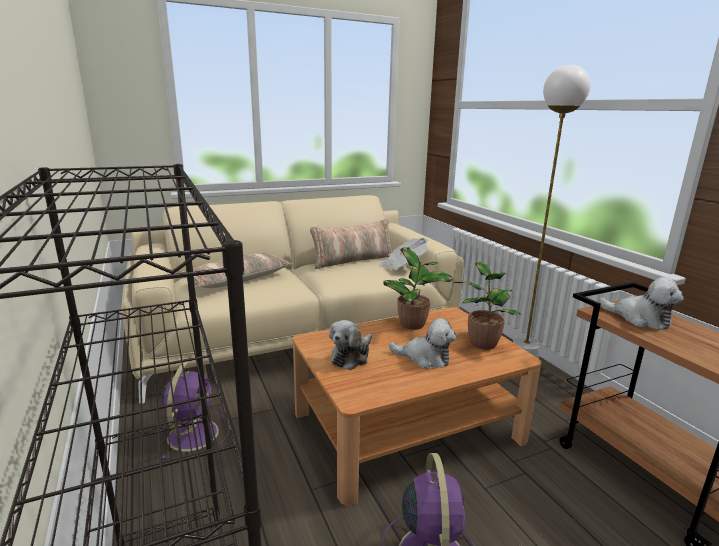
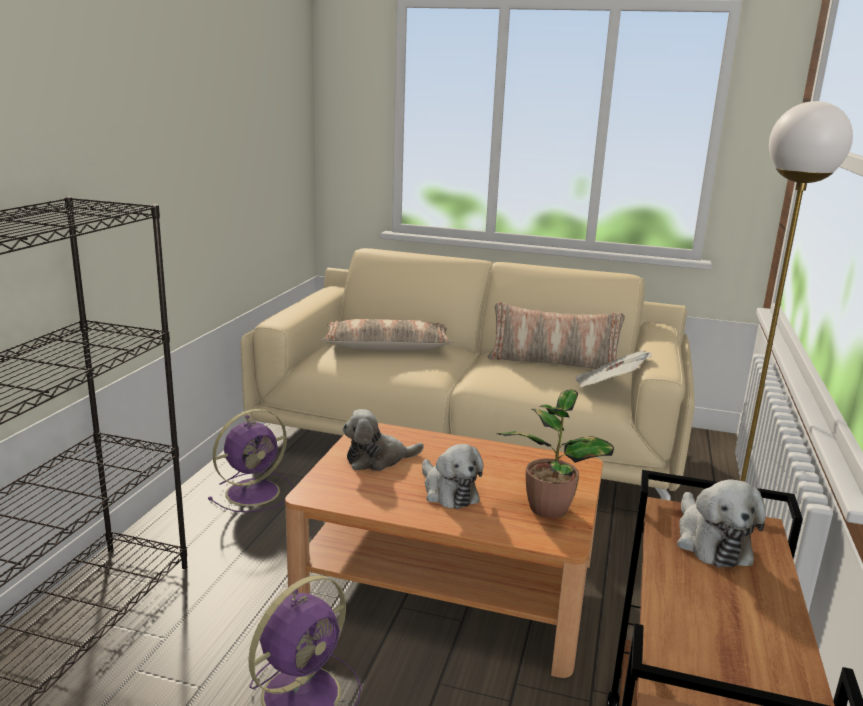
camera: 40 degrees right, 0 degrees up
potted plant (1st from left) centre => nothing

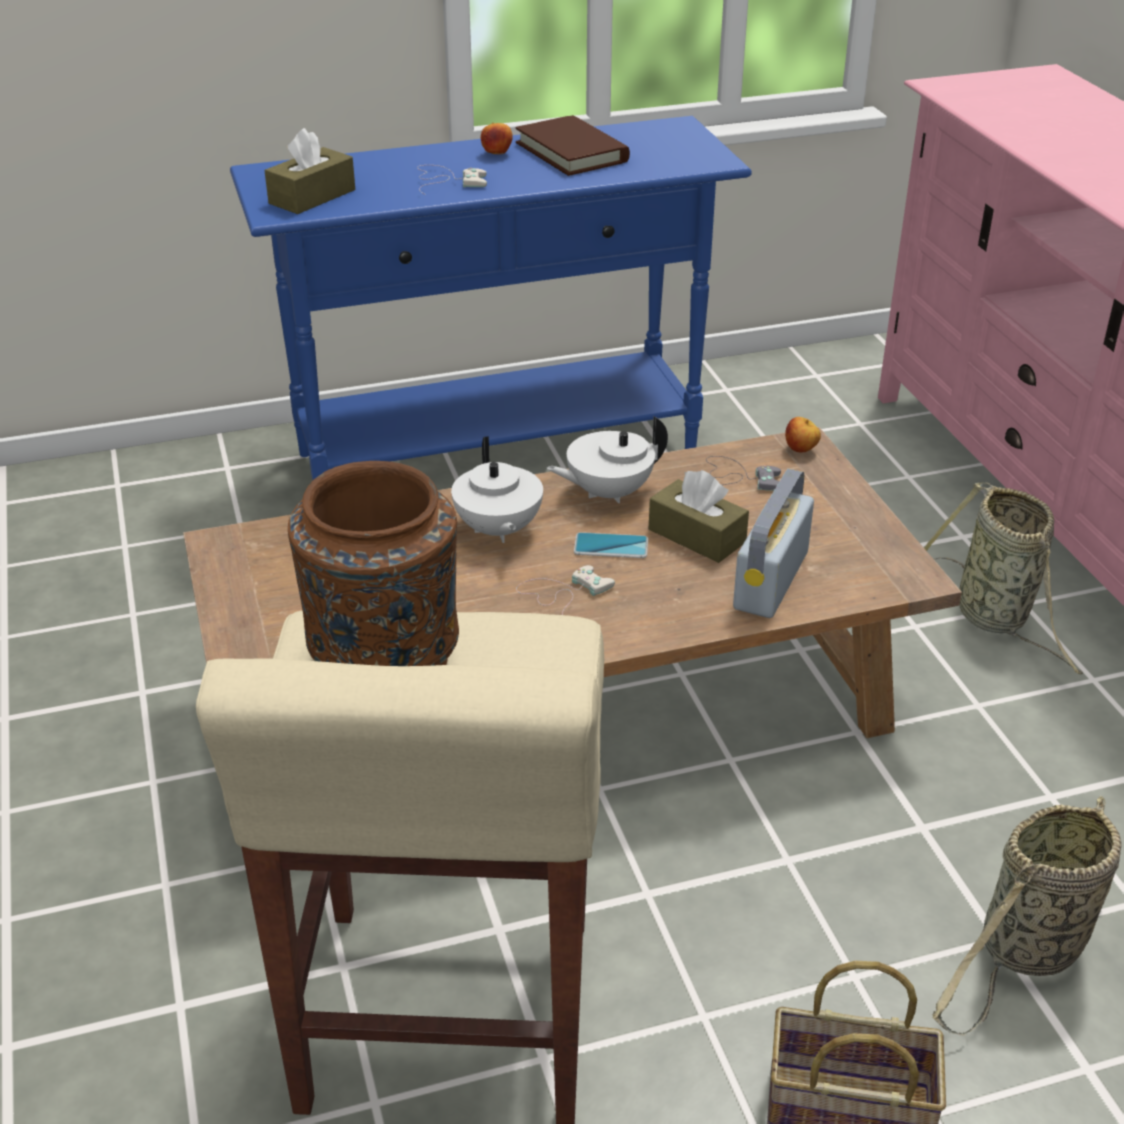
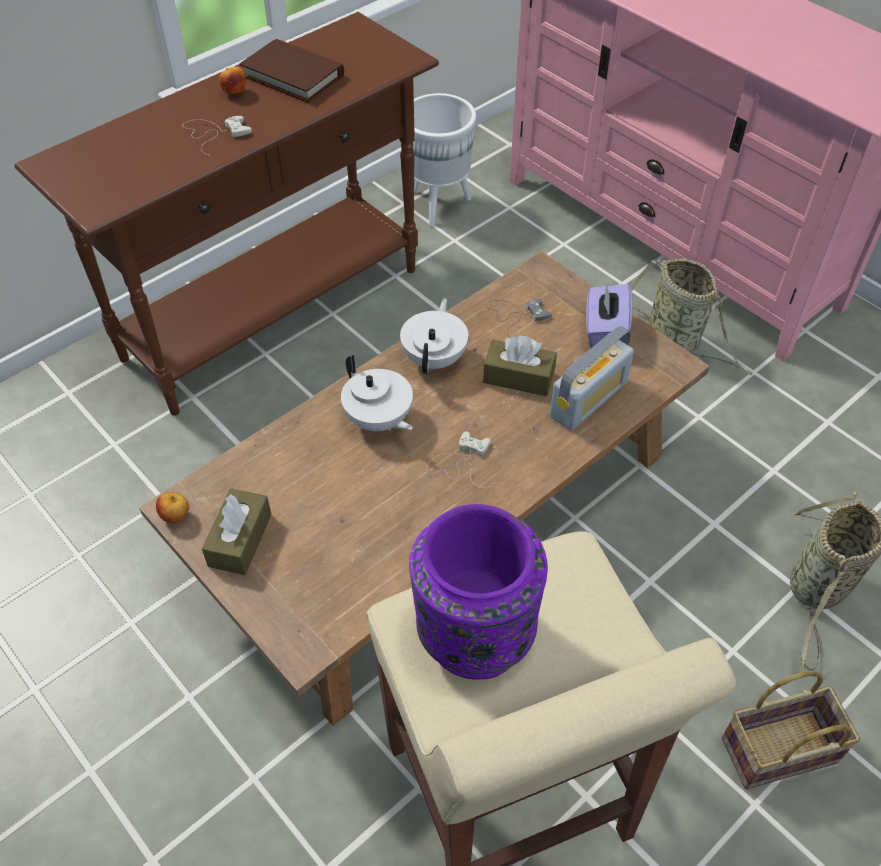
camera: 25 degrees left, 15 degrees up
blue-coloured console table top centre => brownish console table top left
brownish tissue holder (1st from left) top left => brownish tissue holder (1st from left) middle left, move
brownish vase middle left => purple vase bottom centre
white-coloured teapot (2nd from left) centre, 150 degrees clockwise
handset centre => nothing
radio receiver middle right, 135 degrees counterclockwise
apple fruit (2nd from left in the first image) middle right => apple fruit (1st from left) middle left, move
nothing => white-coloured planter top centre
nothing => purple tissue holder middle right

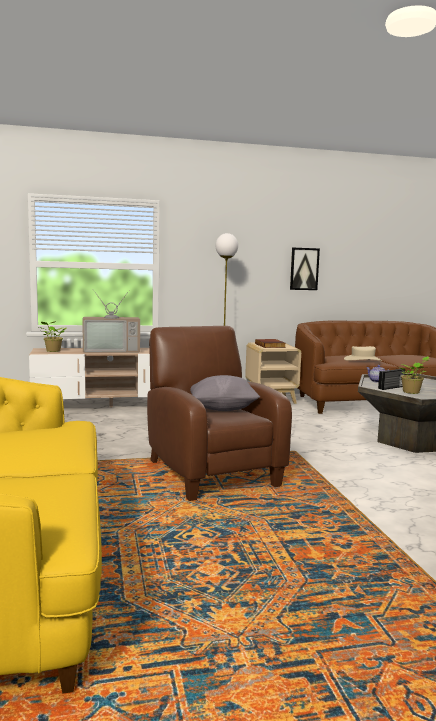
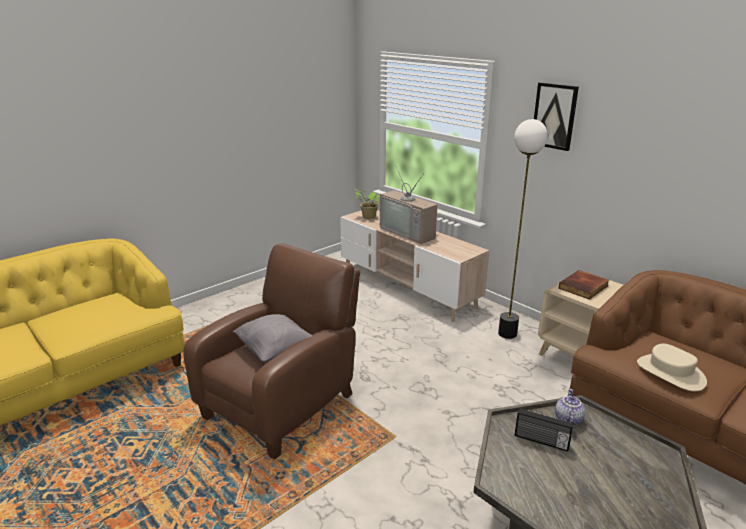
camera: 60 degrees right, 15 degrees up
wall picture middle right => wall picture top right, move
potted plant (2nd from left) middle right => nothing

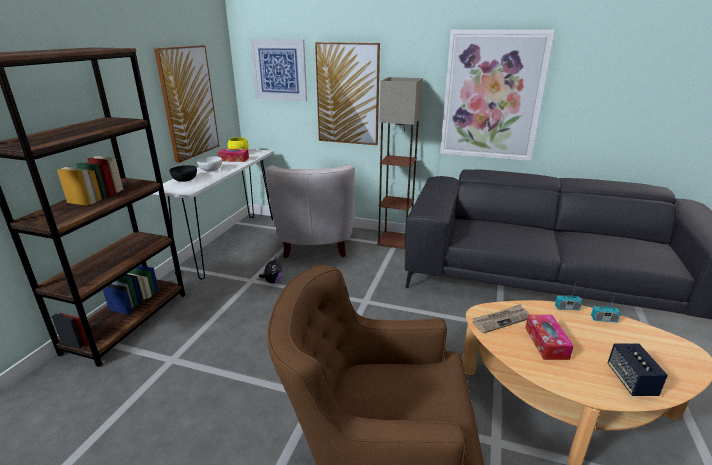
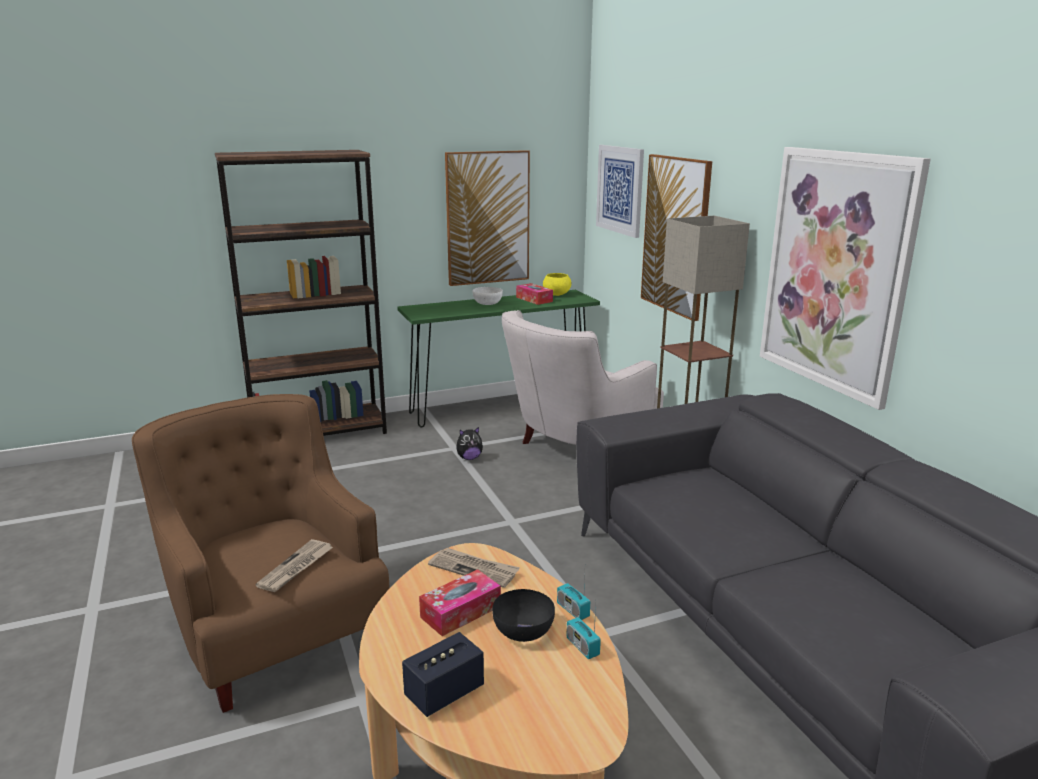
camera: 50 degrees right, 5 degrees down
white-coloured console table middle left => green-coloured console table centre
blackish deep dish middle left => blackish deep dish bottom centre, move
nothing => daily paper (1st from left) bottom left

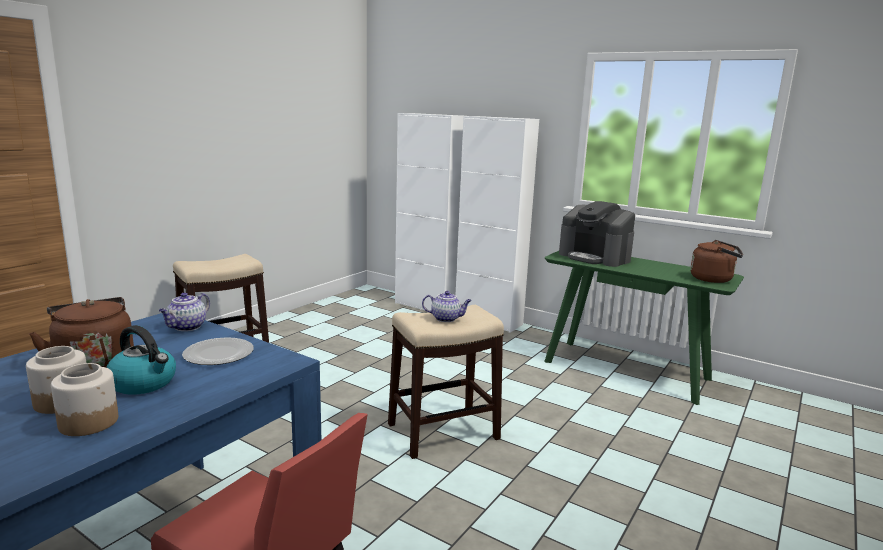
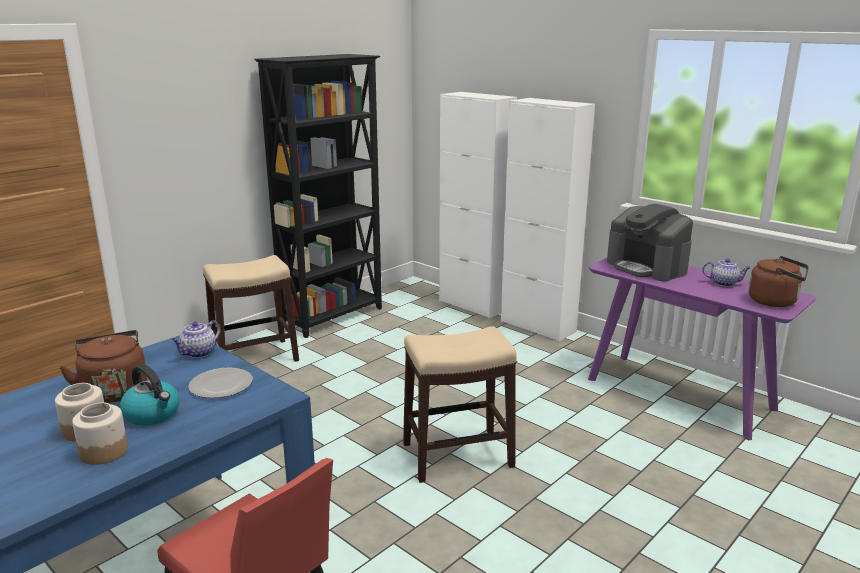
camera: 10 degrees right, 5 degrees up
teapot (2nd from left) centre => teapot (2nd from left) middle right, move
green-coloured console table middle right => purple console table middle right
nothing => blackish shelving unit centre

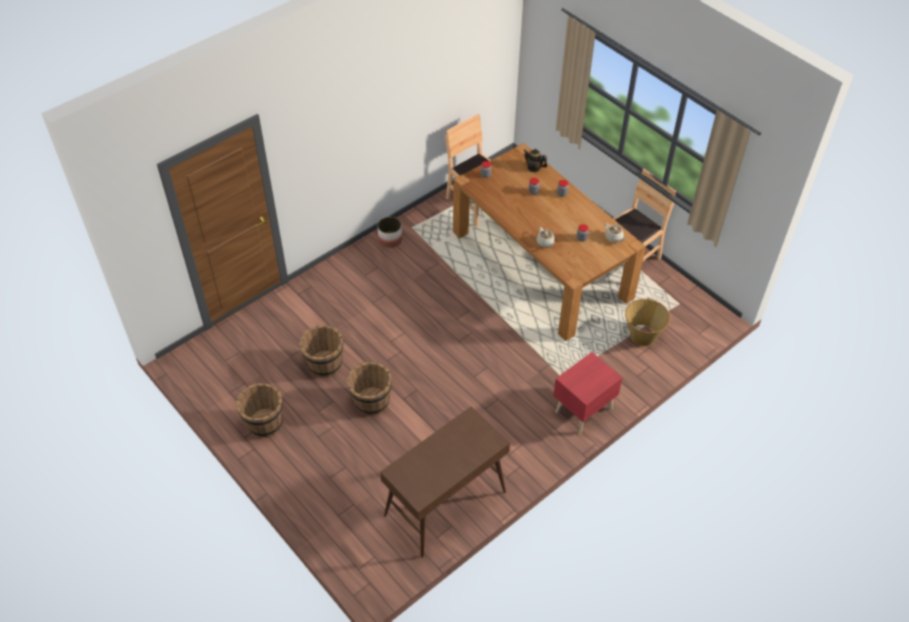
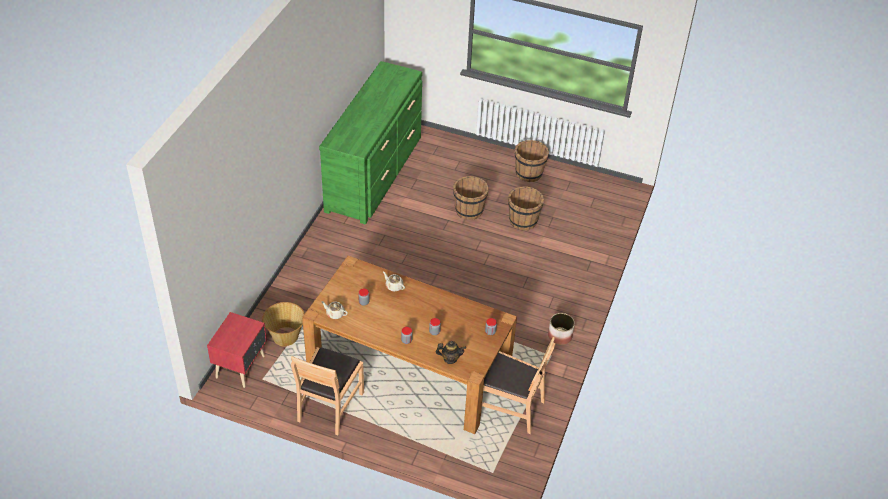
camera: 150 degrees right, 5 degrees down
brownish console table bottom centre => green-coloured chest of drawers top centre
red night table centre => red night table bottom left, move

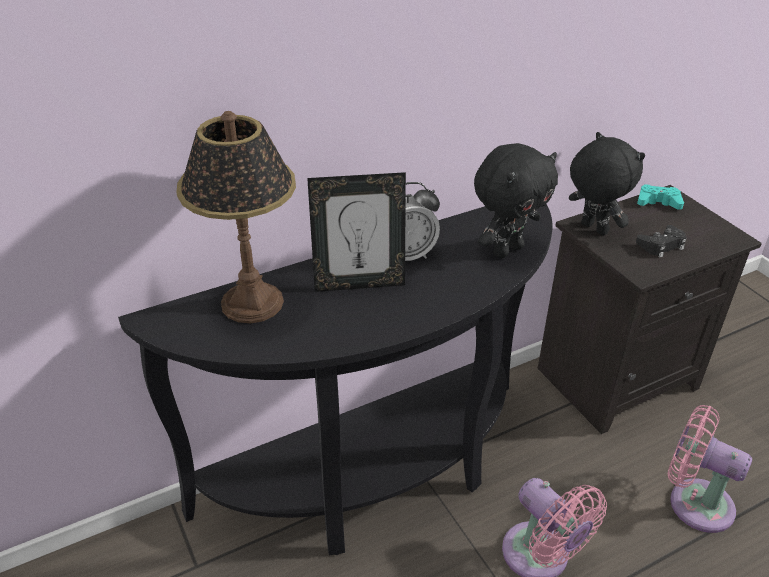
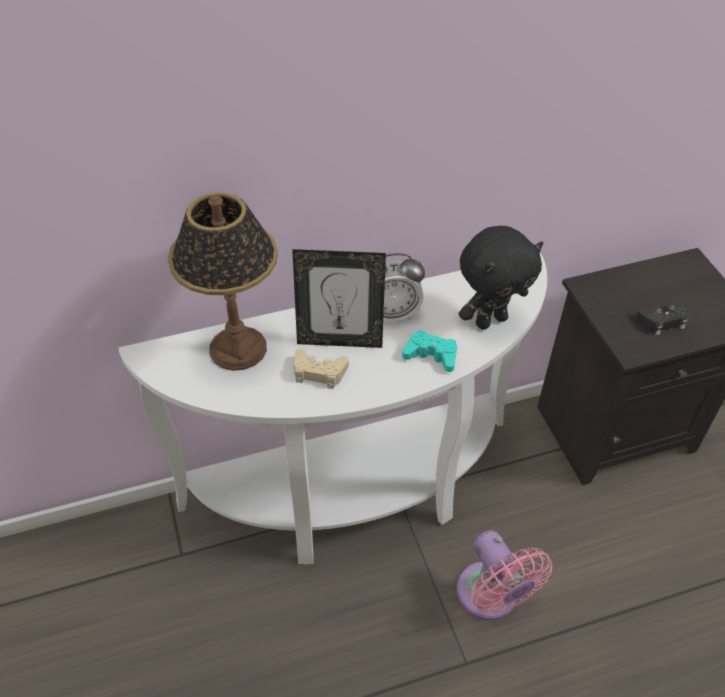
camera: 10 degrees right, 10 degrees up
blackish console table centre => white-coloured console table centre
blackish soft toy (2nd from left) top right => nothing
turquoise gamepad middle right => turquoise gamepad centre, move
pink-coloured cooling fan (2nd from left) bottom right => nothing
nothing => sand-coloured gamepad centre

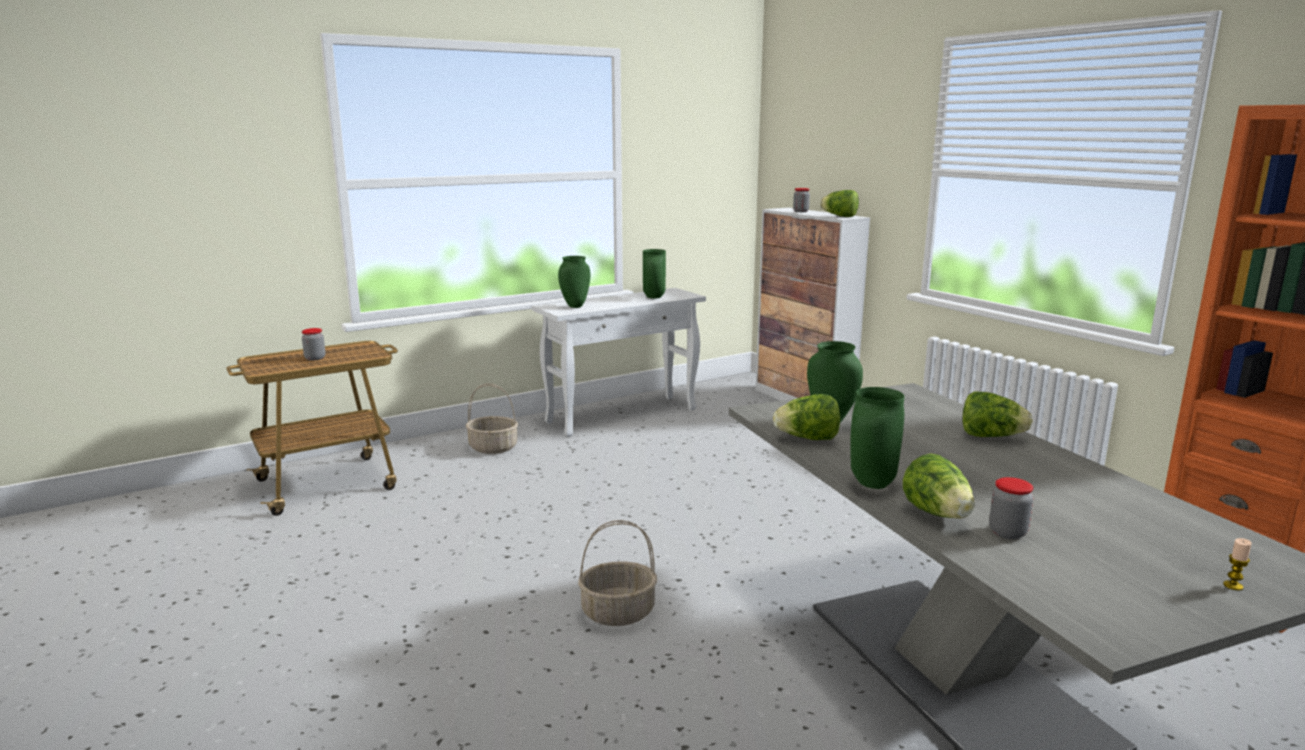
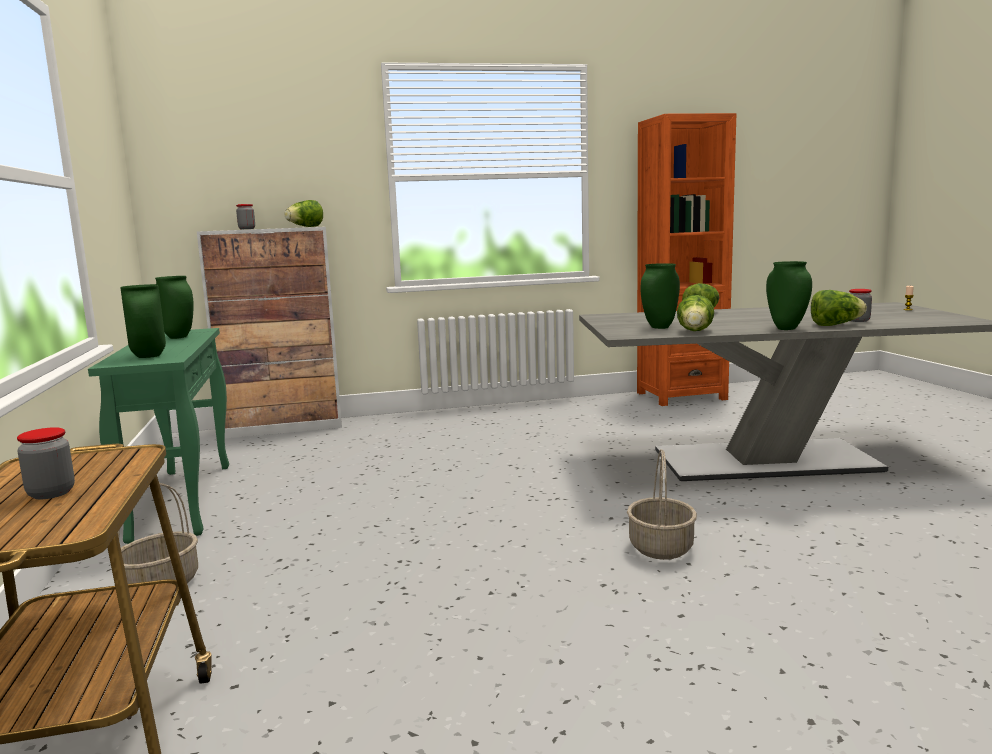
camera: 70 degrees left, 5 degrees down
white-coloured console table centre => green-coloured console table middle left

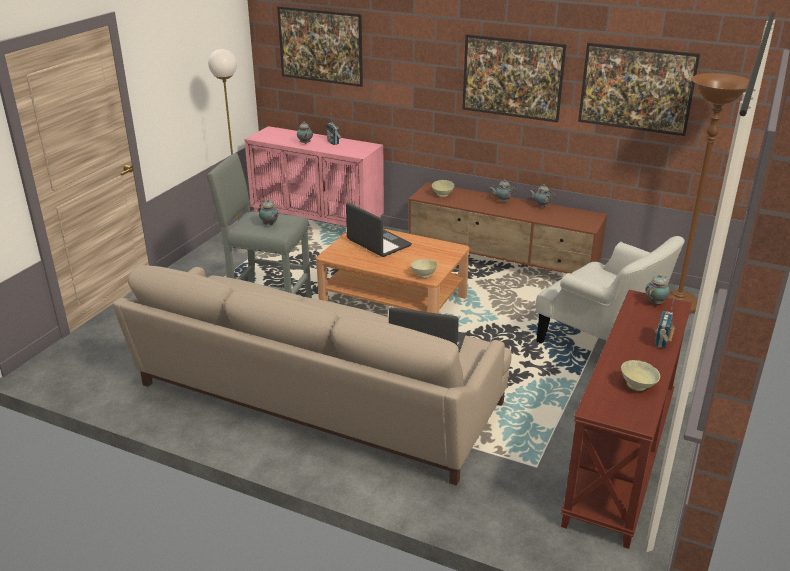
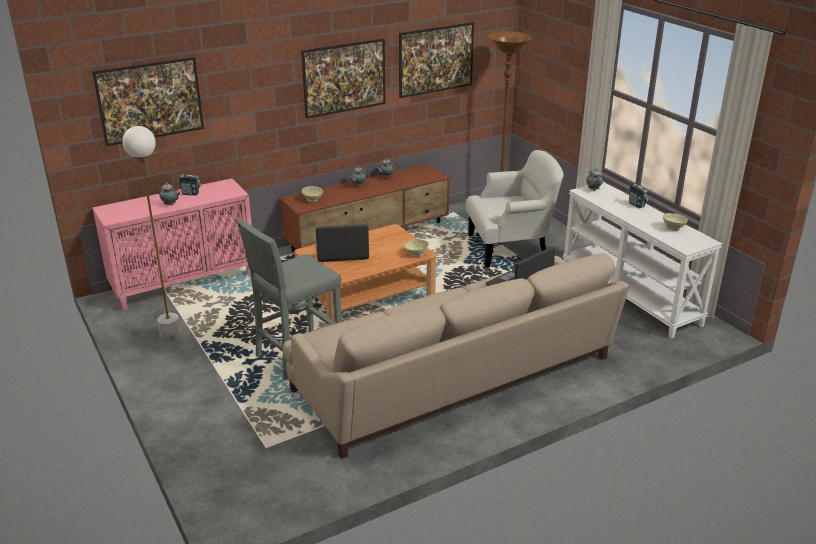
camera: 55 degrees left, 0 degrees up
teapot (1st from left) centre => nothing
brownish console table bottom right => white-coloured console table middle right

